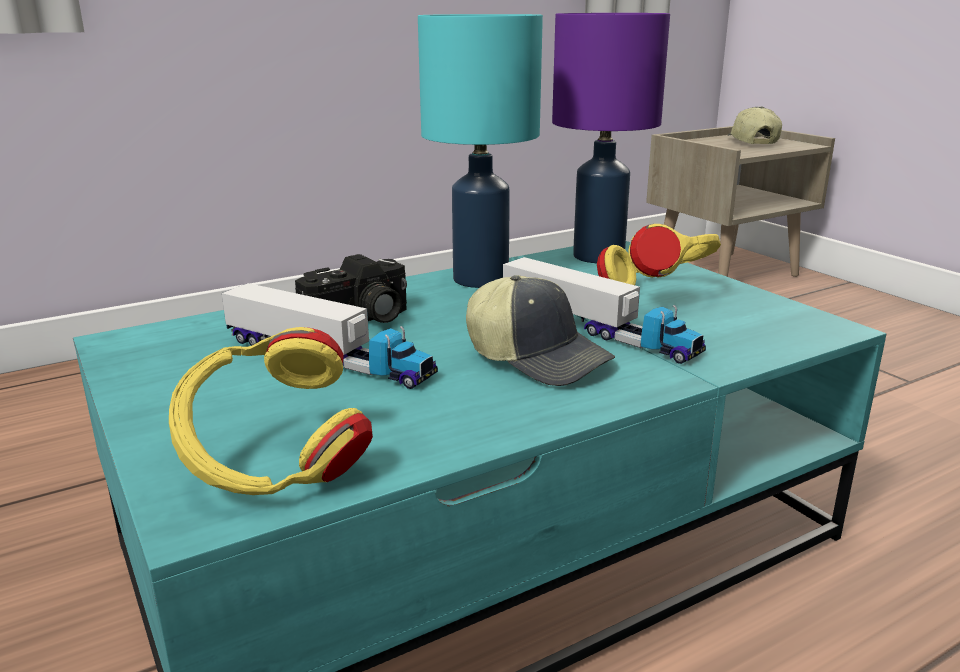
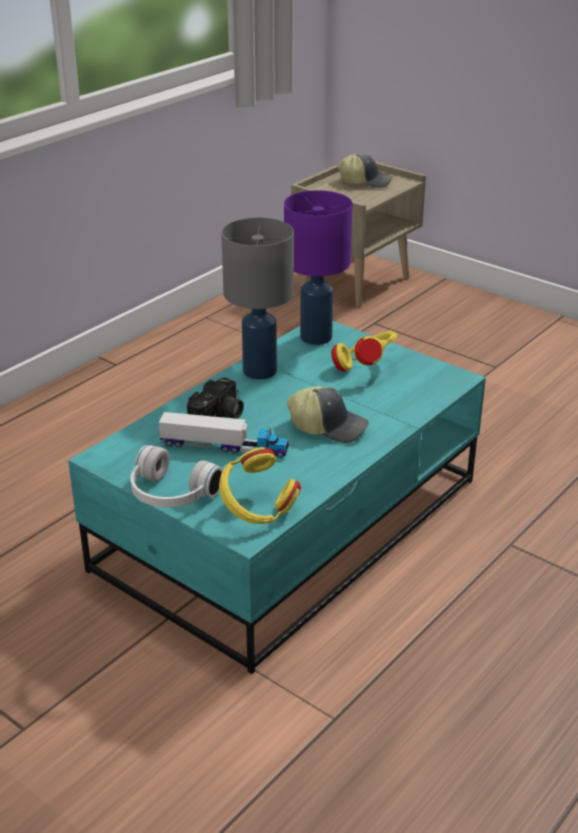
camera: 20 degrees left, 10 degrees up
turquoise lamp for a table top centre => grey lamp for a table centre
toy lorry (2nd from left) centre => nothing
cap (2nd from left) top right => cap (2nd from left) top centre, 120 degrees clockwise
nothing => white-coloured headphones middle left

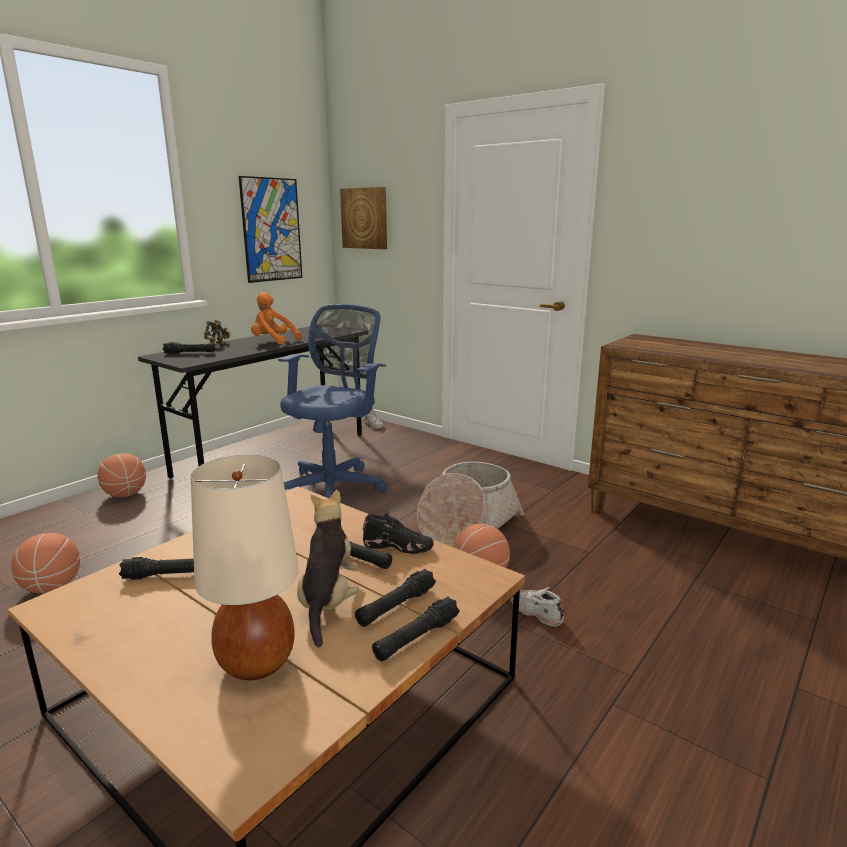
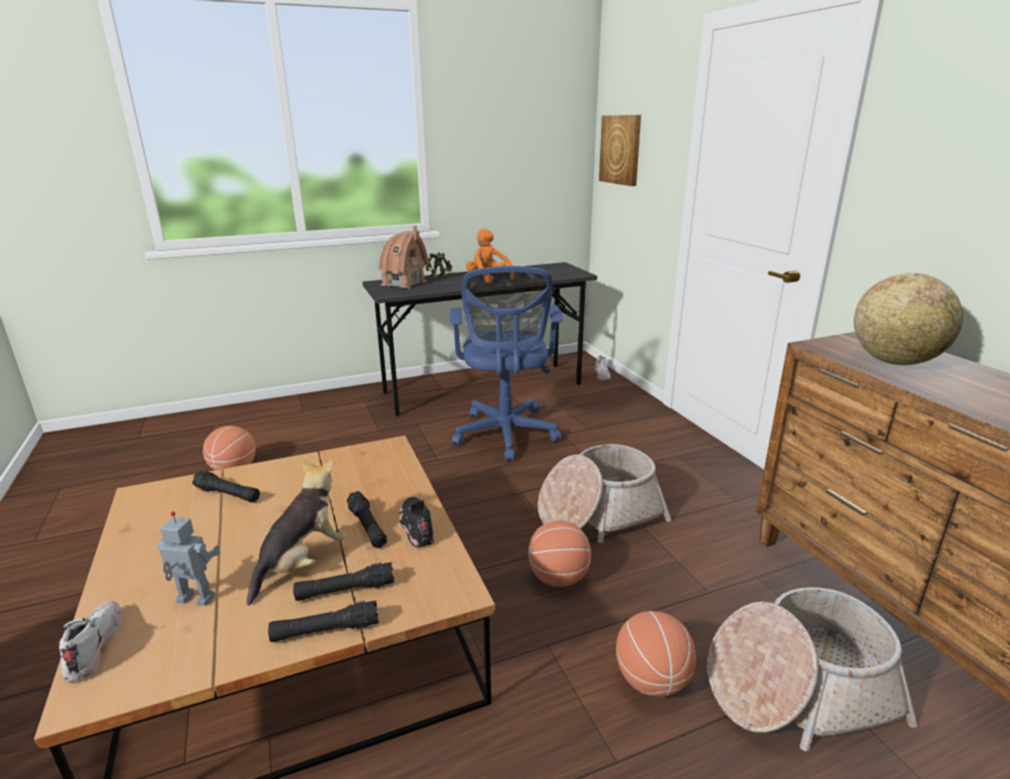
camera: 30 degrees right, 5 degrees up
ball for basketball (2nd from left in the first image) middle left => ball for basketball (3rd from left) bottom centre, move
blackish torch (2nd from left) middle left => model house top centre
sand-coloured lamp for a table bottom left => model robot (1st from left) bottom left
wall picture (1st from left) top left => nothing
blue-coloured desk chair centre, 120 degrees clockwise
blackish shoe centre => blackish shoe bottom centre, 150 degrees counterclockwise
white-coloured shoe (2nd from left in the first image) bottom centre => white-coloured shoe (1st from left) bottom left, move
nothing => storage basket (2nd from left) bottom right
nothing => desk globe middle right

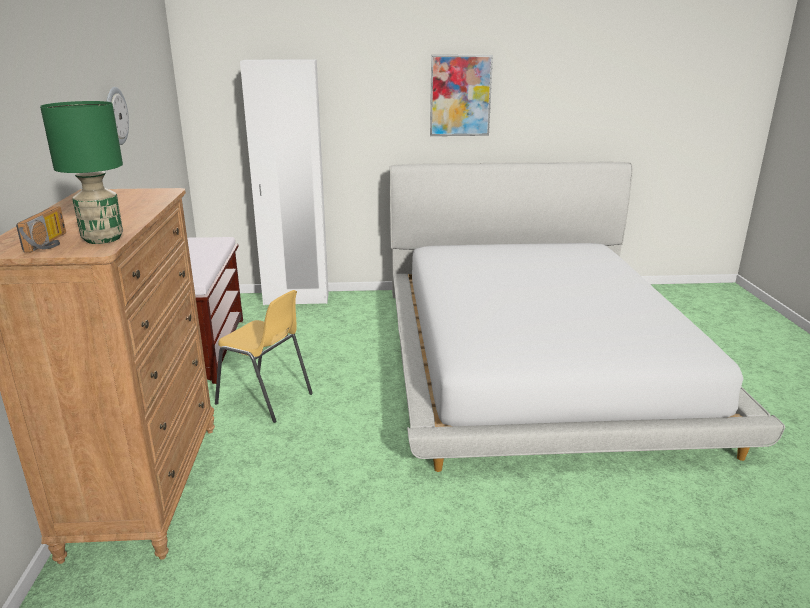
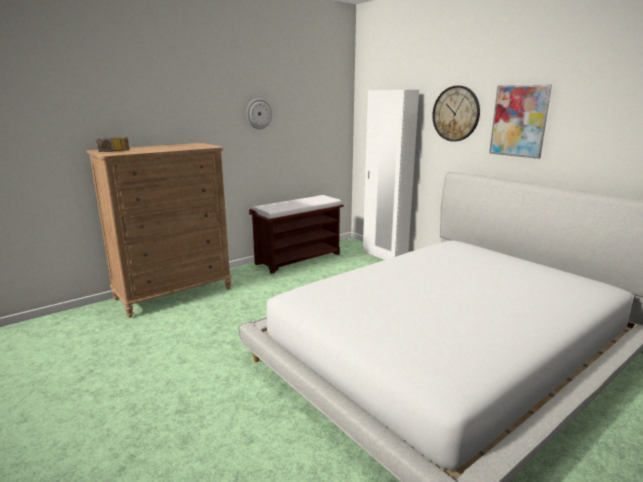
camera: 55 degrees right, 5 degrees down
green-coloured lamp for a table top left => nothing
yellowish upright chair middle left => nothing
nothing => hanging clock (2nd from left) top right

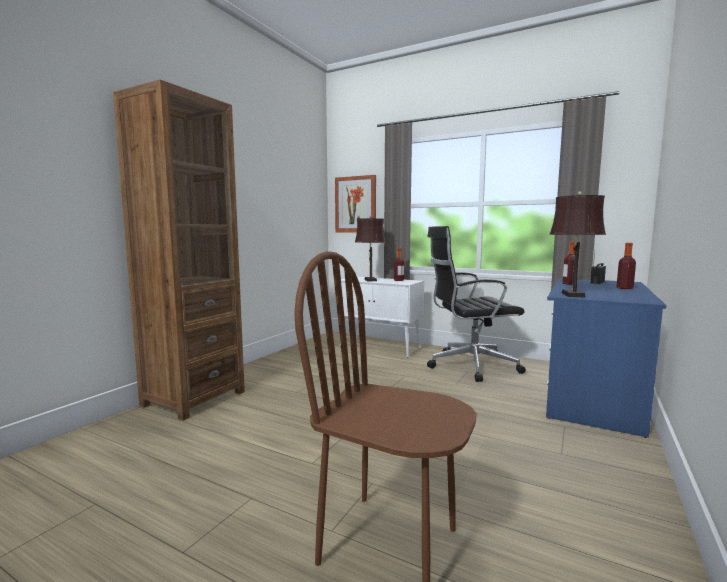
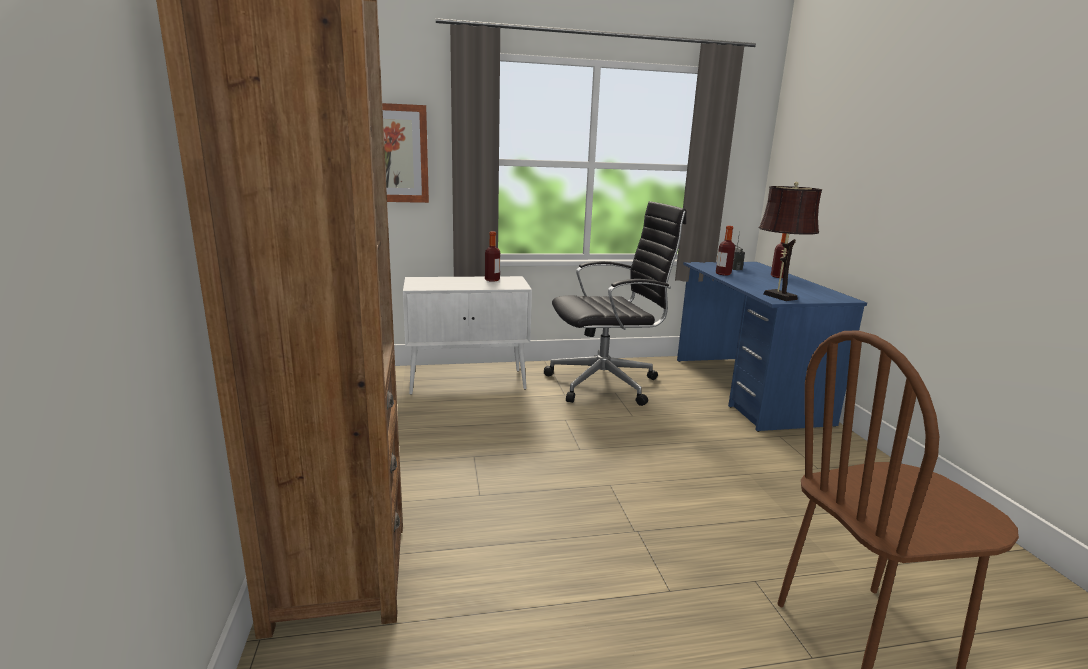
camera: 40 degrees left, 10 degrees up
brownish lamp for a table (1st from left) centre => nothing
blackish desk chair centre, 150 degrees counterclockwise

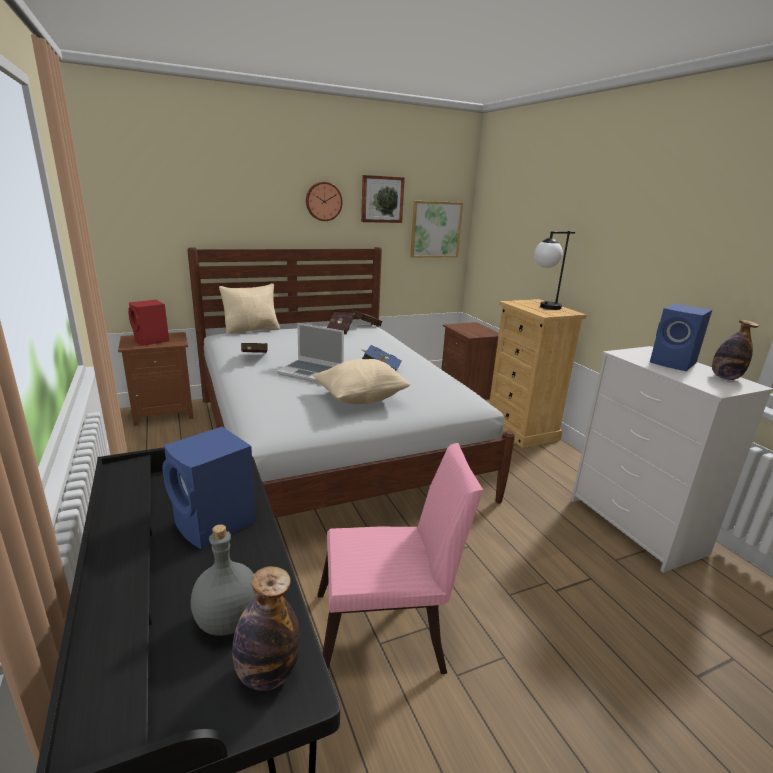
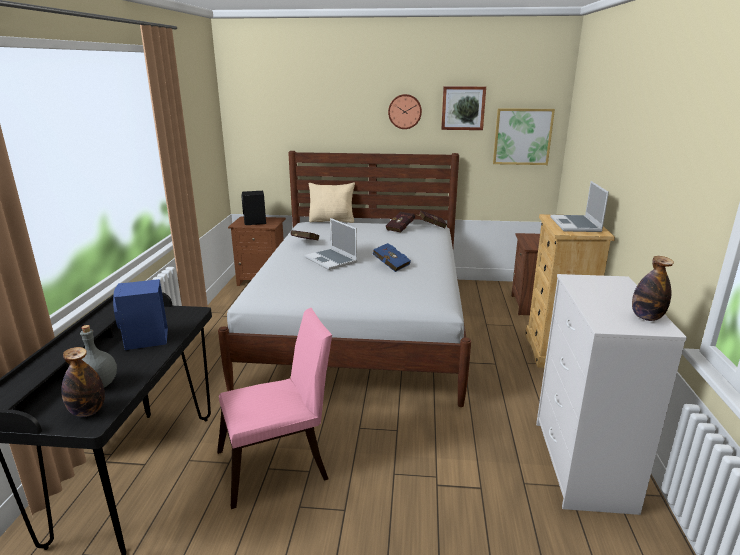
camera: 30 degrees right, 0 degrees up
red speaker middle left => blackish speaker centre
sand-coloured throw pillow (2nd from left) centre => nothing
pink-coloured upright chair bottom centre, 45 degrees counterclockwise
lamp for a table middle right => portable computer (2nd from left) middle right
blue-coloured speaker (2nd from left) middle right => nothing

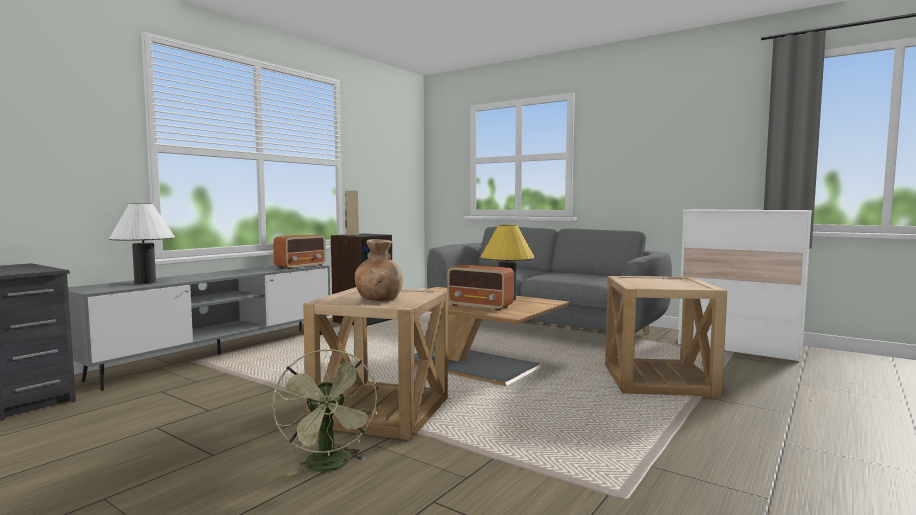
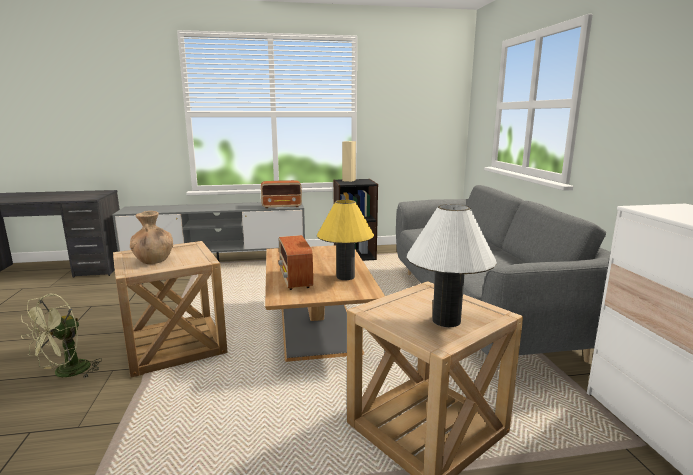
camera: 45 degrees right, 10 degrees up
white-coloured lamp for a table middle left => white-coloured lamp for a table centre, move

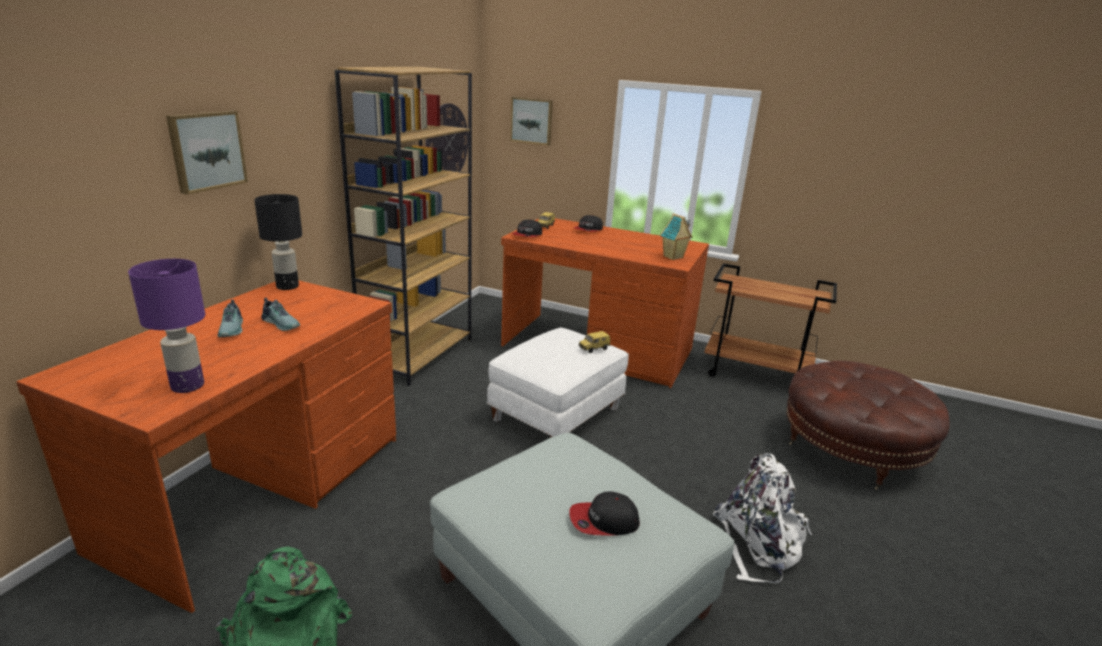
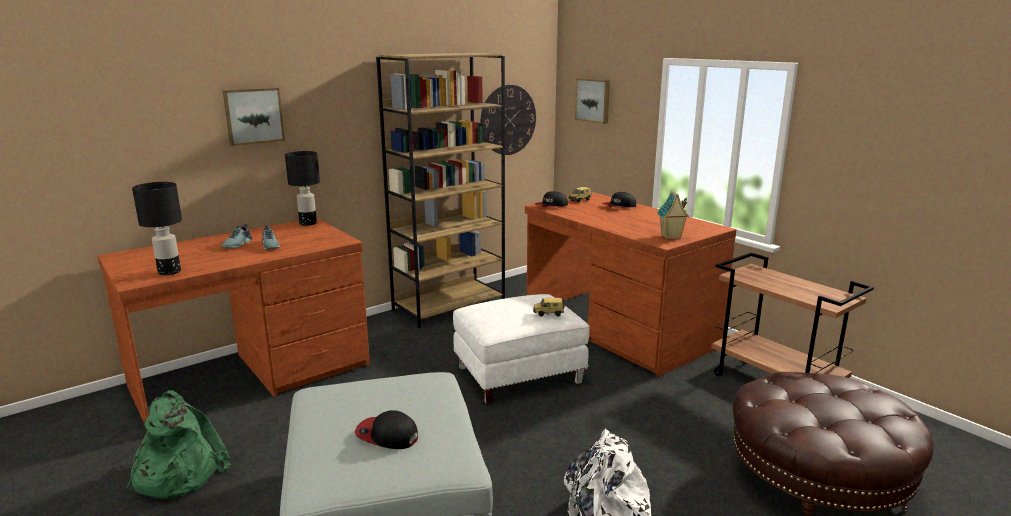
camera: 30 degrees right, 5 degrees down
purple lamp for a table middle left => blackish lamp for a table (1st from left) middle left

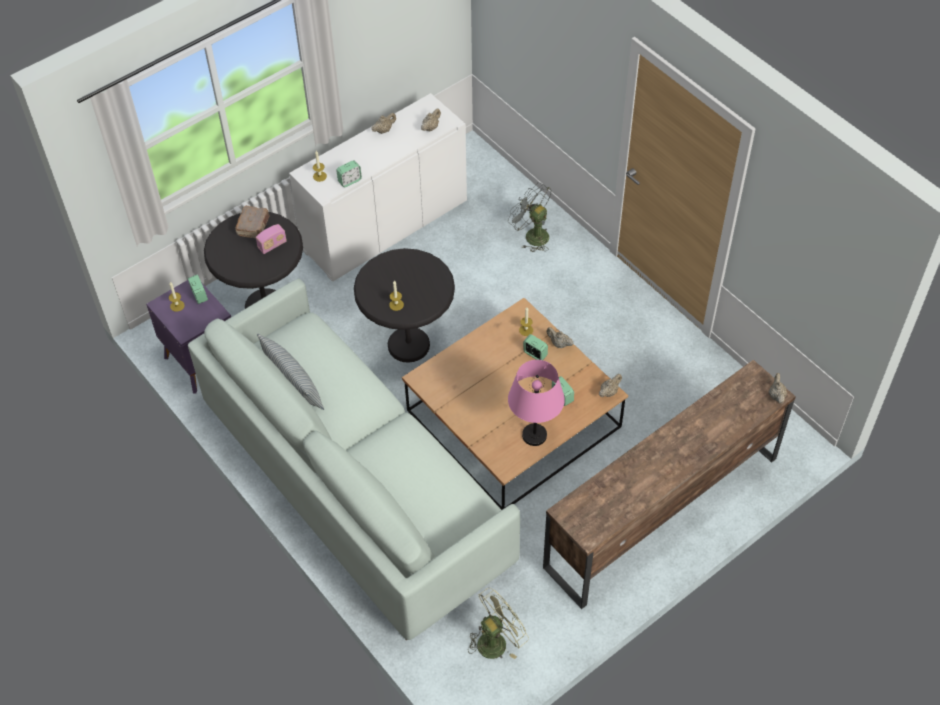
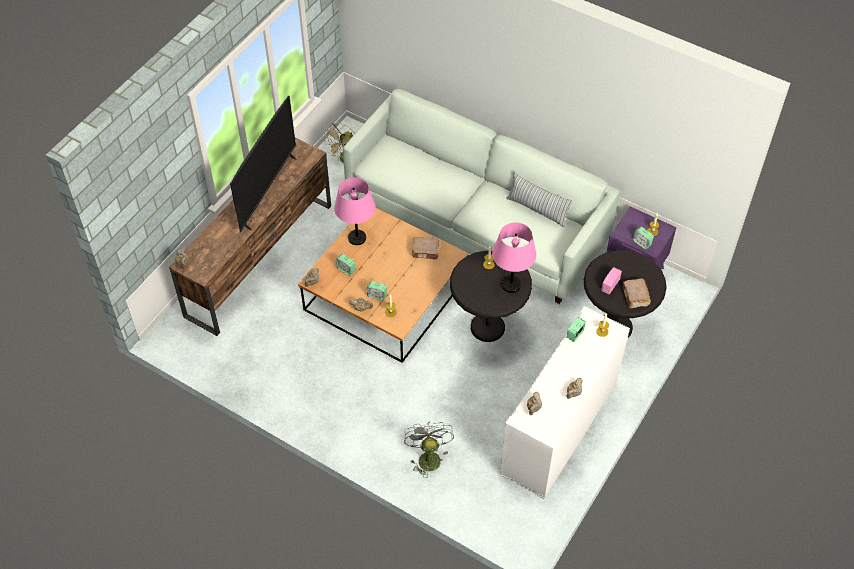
camera: 160 degrees right, 0 degrees up
grey cooling fan top centre => grey cooling fan bottom centre, 120 degrees counterclockwise
nothing => TV top left
nothing => brownish bound book (1st from left) centre
nothing => pink-coloured lamp for a table (2nd from left) centre

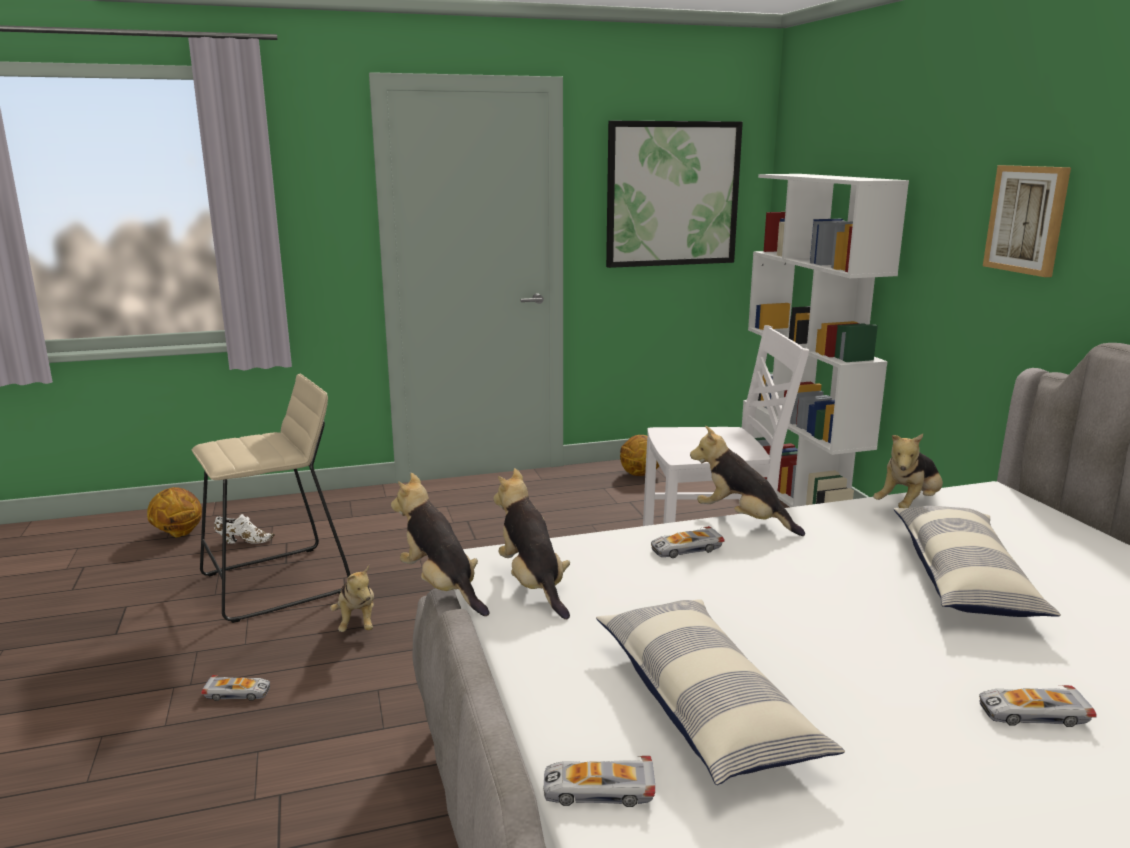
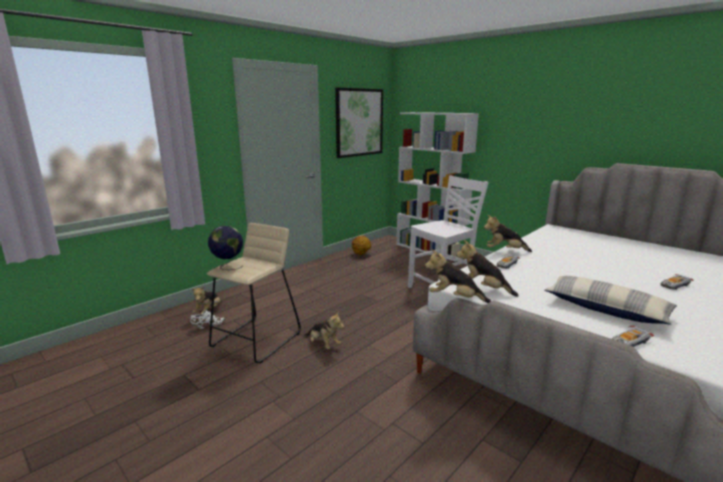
camera: 30 degrees left, 0 degrees up
ball for basketball (1st from left) middle left => nothing
model car (1st from left) bottom left => nothing
soft toy (5th from left in the first image) middle right => soft toy (1st from left) middle left, move
throw pillow (2nd from left) middle right => nothing
wall picture (2nd from left) top right => nothing
nothing => desk globe middle left

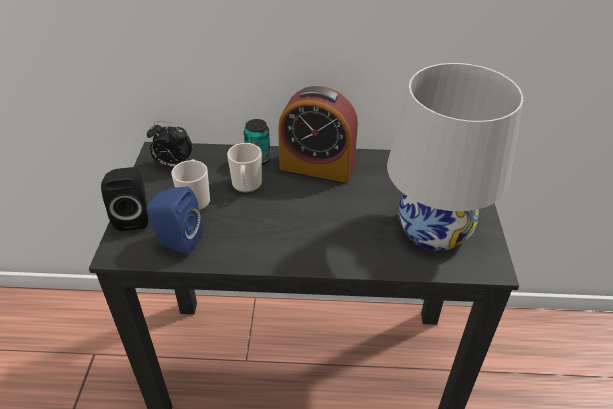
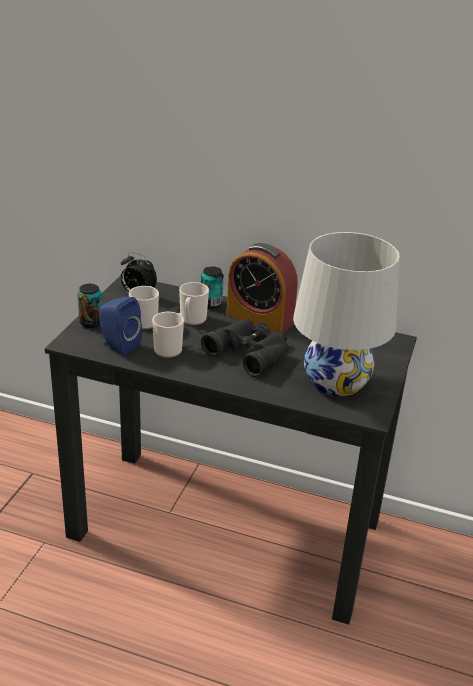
camera: 15 degrees right, 10 degrees down
blackish speaker middle left => sealed can (1st from left) middle left
nothing => tea mug (2nd from left) centre
nothing => blackish field glasses centre

